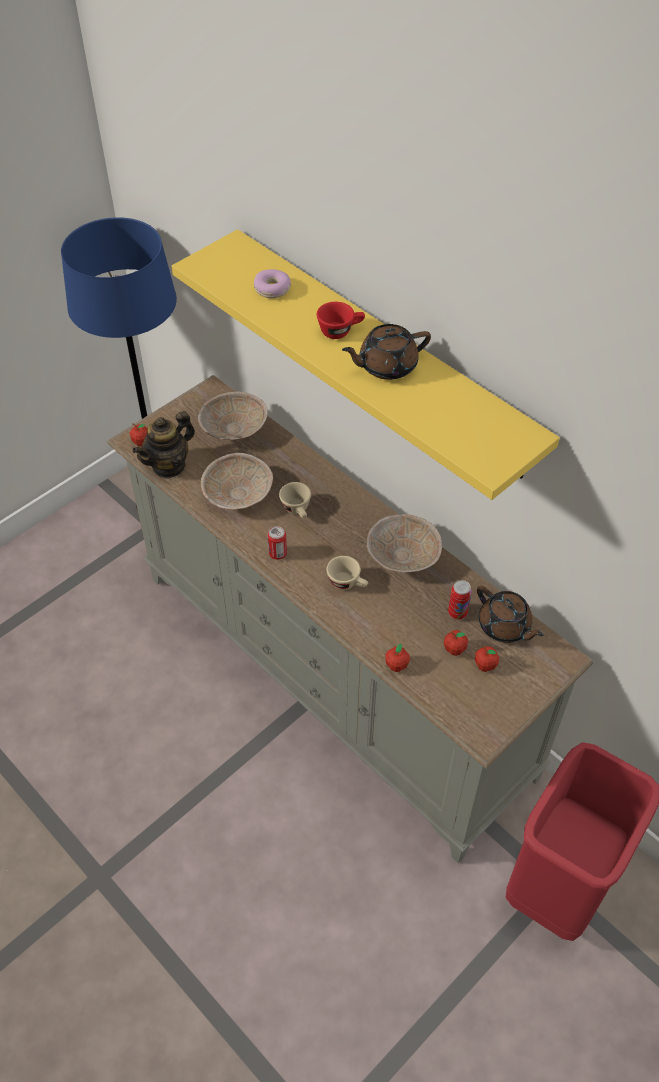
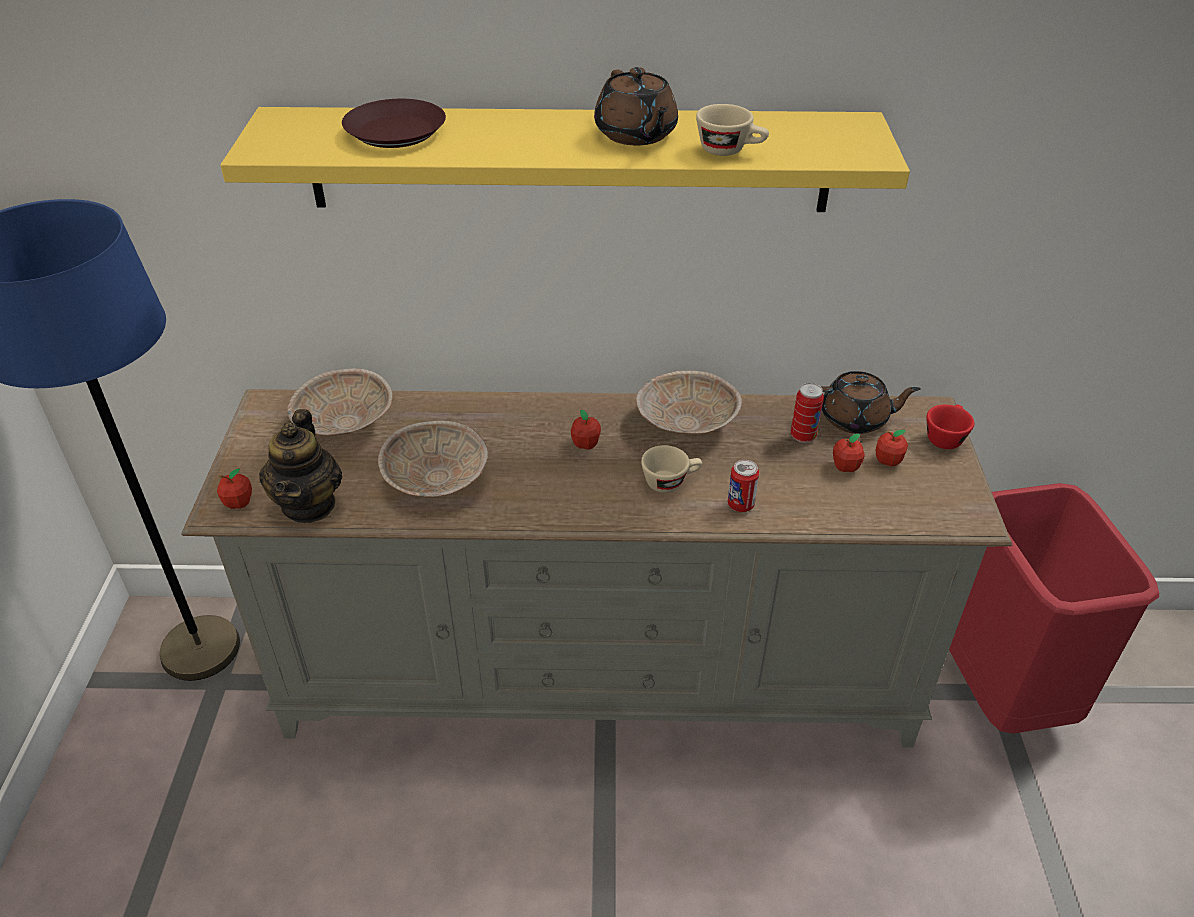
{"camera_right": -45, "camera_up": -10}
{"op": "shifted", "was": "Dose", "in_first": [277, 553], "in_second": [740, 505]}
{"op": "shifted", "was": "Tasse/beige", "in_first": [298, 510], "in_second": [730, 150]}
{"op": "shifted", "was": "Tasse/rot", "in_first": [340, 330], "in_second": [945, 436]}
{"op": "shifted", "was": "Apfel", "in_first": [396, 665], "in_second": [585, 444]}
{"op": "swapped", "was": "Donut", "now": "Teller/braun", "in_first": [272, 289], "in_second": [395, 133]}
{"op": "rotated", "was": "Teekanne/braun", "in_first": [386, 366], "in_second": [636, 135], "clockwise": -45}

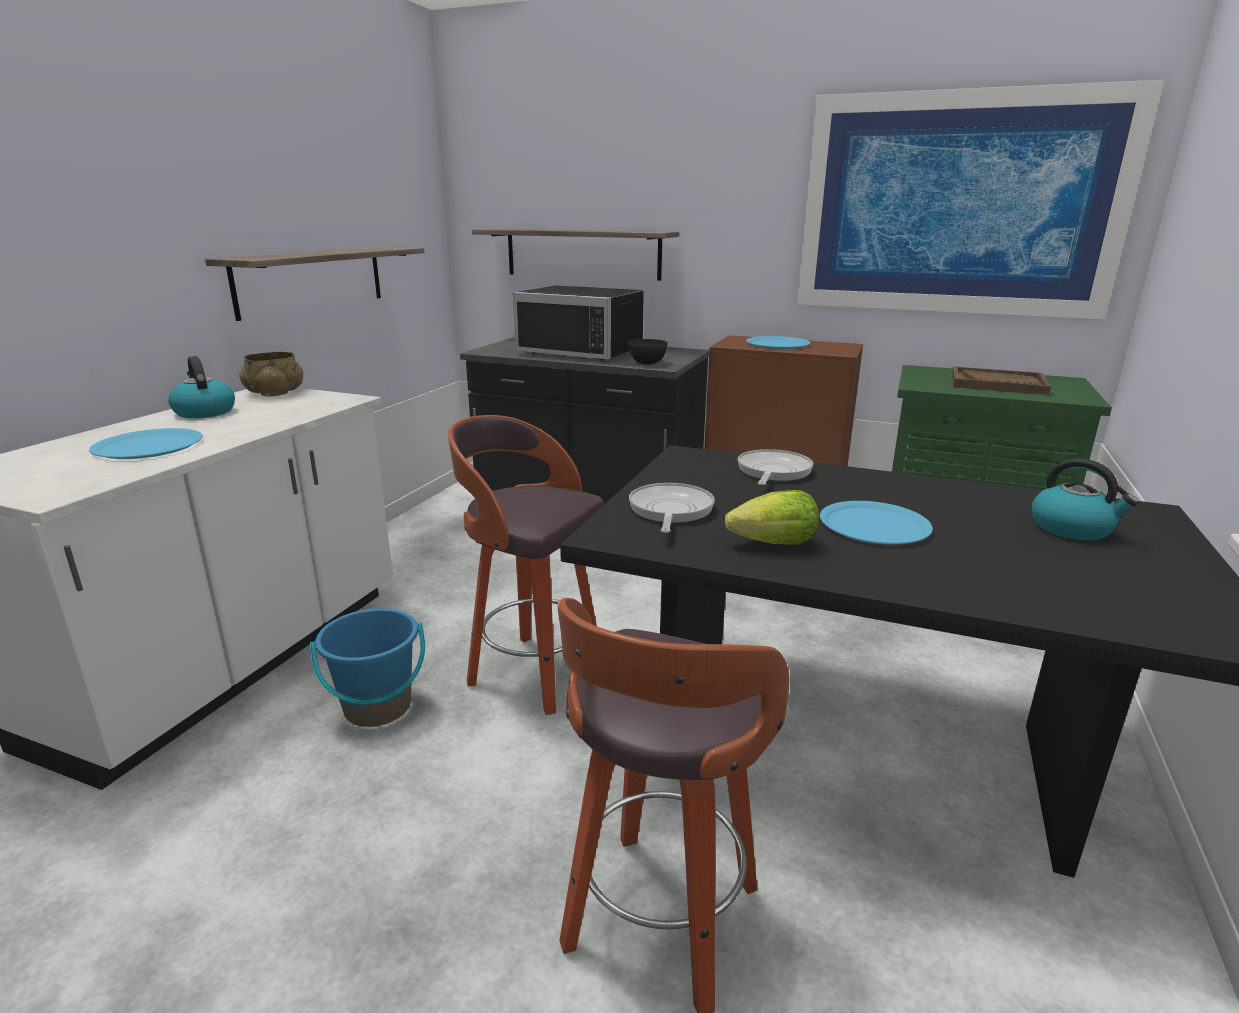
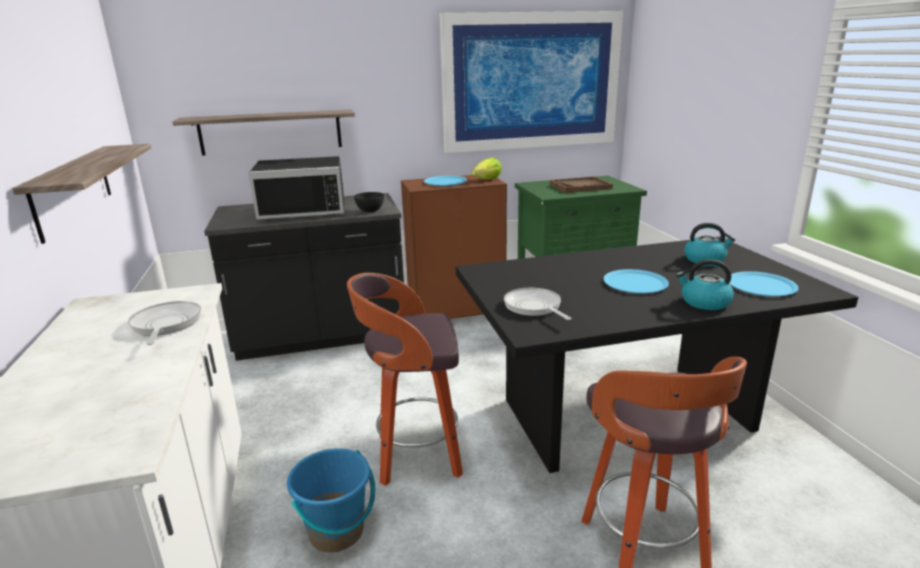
{"camera_right": -35, "camera_up": 0}
{"op": "gone", "was": "Schüssel/beige", "in_first": [275, 393]}
{"op": "shifted", "was": "Teller/blau", "in_first": [148, 446], "in_second": [761, 285]}
{"op": "shifted", "was": "Wasserkessel", "in_first": [204, 412], "in_second": [704, 302]}
{"op": "shifted", "was": "Salatkopf", "in_first": [774, 544], "in_second": [487, 180]}
{"op": "shifted", "was": "Pfanne", "in_first": [772, 472], "in_second": [165, 325]}

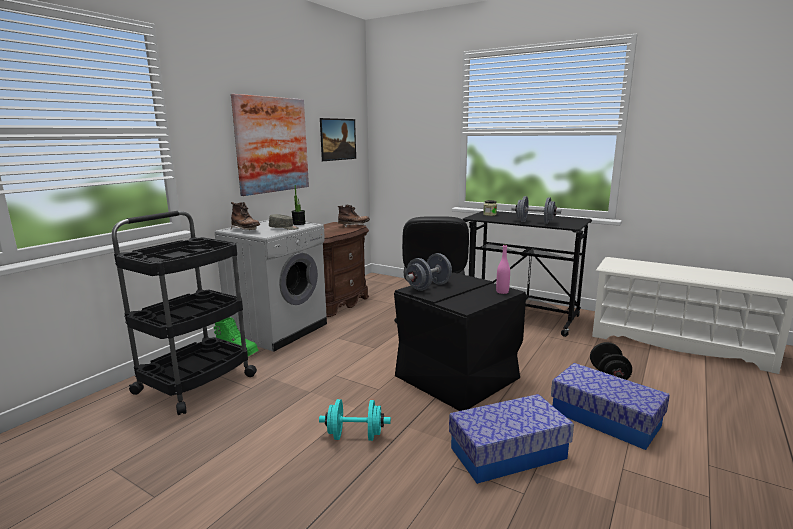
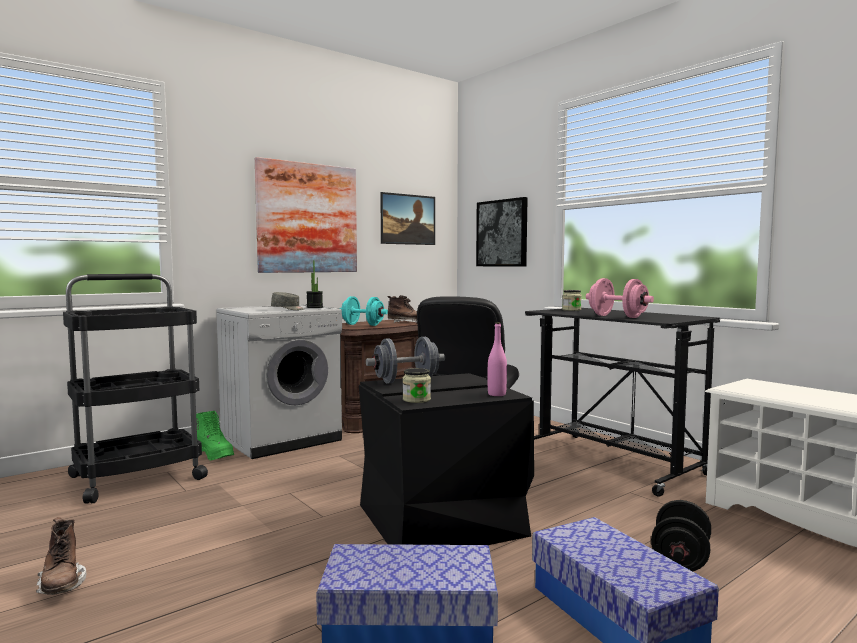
{"camera_right": 20, "camera_up": -10}
{"op": "new", "now": "Vorratsglas", "in_second": [416, 399]}
{"op": "new", "now": "Bild", "in_second": [502, 233]}
{"op": "shifted", "was": "Stiefel/braun", "in_first": [245, 230], "in_second": [61, 585]}
{"op": "shifted", "was": "Hantel/türkis", "in_first": [355, 436], "in_second": [363, 325]}
{"op": "repainted", "was": "Hantel/grau", "now": "Hantel/rosa", "in_first": [534, 222], "in_second": [617, 316]}

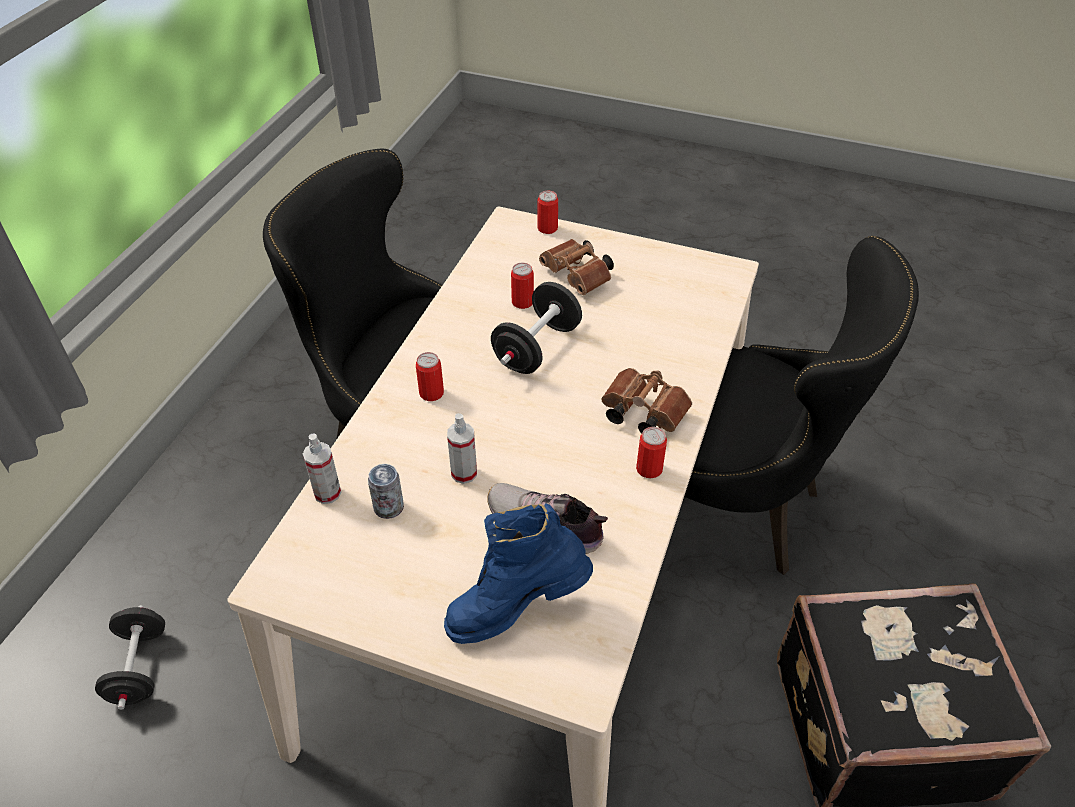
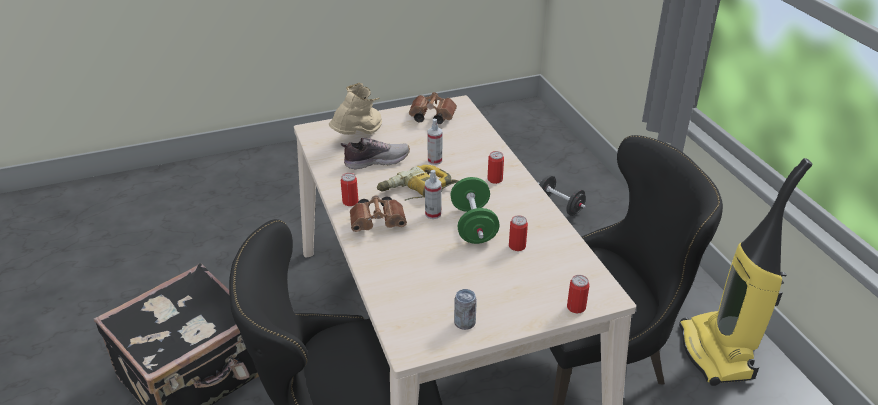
{"camera_right": 140, "camera_up": -10}
{"op": "new", "now": "Bohrmaschine", "in_second": [419, 192]}
{"op": "new", "now": "Staubsauger", "in_second": [717, 353]}
{"op": "shifted", "was": "Sprühflasche", "in_first": [327, 493], "in_second": [433, 214]}
{"op": "shifted", "was": "Dose", "in_first": [389, 507], "in_second": [464, 323]}
{"op": "shifted", "was": "Fernglas/braun", "in_first": [578, 277], "in_second": [430, 117]}
{"op": "repainted", "was": "Stiefel/blau", "now": "Stiefel/beige", "in_first": [516, 608], "in_second": [359, 136]}
{"op": "repainted", "was": "Hantel/schwarz", "now": "Hantel/grün", "in_first": [537, 348], "in_second": [473, 225]}

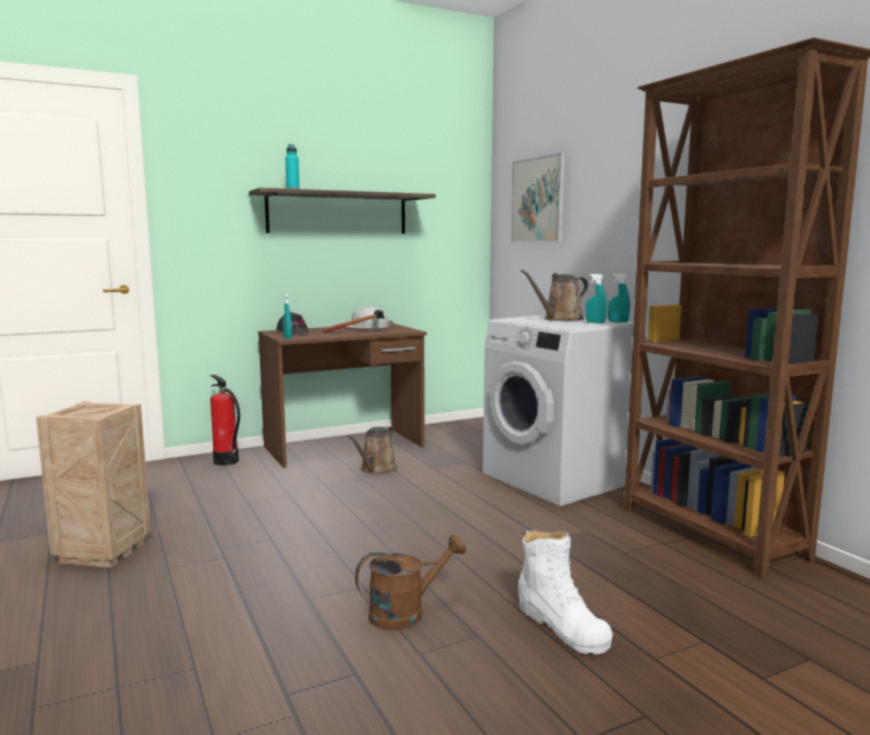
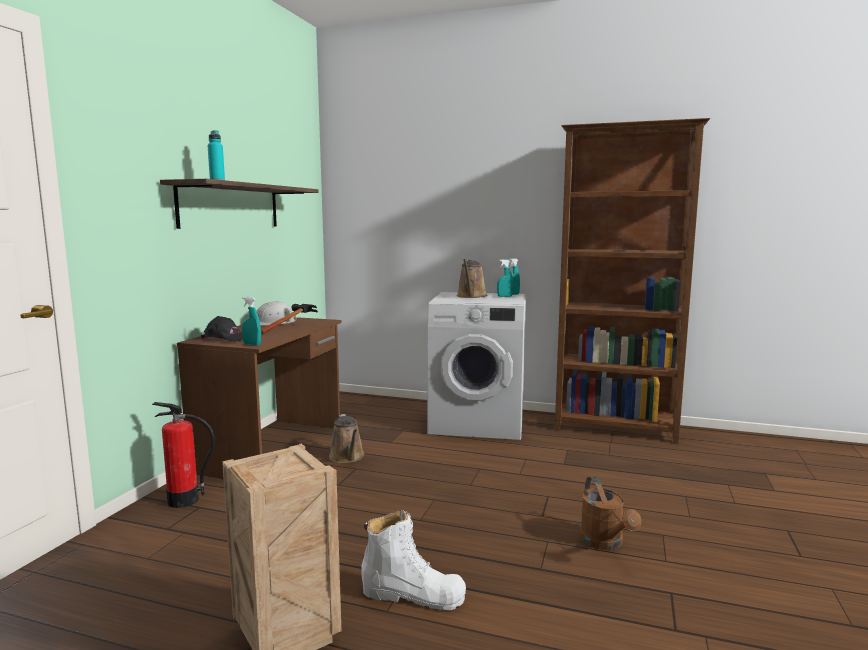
{"camera_right": -45, "camera_up": 0}
{"op": "gone", "was": "Bild", "in_first": [538, 200]}
{"op": "shifted", "was": "Stiefel/weiß", "in_first": [562, 626], "in_second": [413, 594]}
{"op": "rotated", "was": "Gießkanne/braun", "in_first": [406, 613], "in_second": [605, 543], "clockwise": 150}

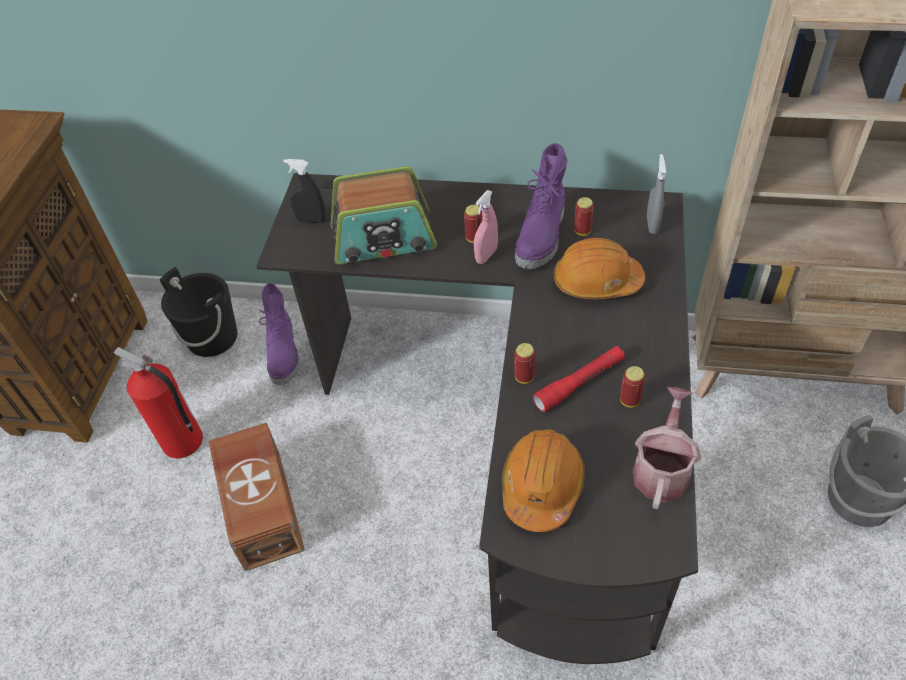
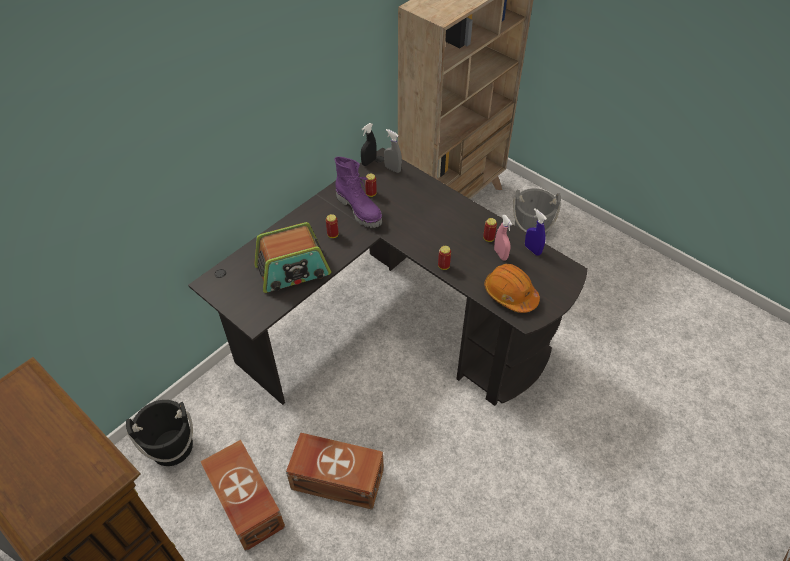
{"camera_right": -60, "camera_up": 0}
{"op": "gone", "was": "Stiefel/lila", "in_first": [284, 354]}
{"op": "gone", "was": "Taschenlampe/rot", "in_first": [579, 383]}
{"op": "gone", "was": "Schutzhelm/orange", "in_first": [596, 282]}
{"op": "shifted", "was": "Sprühflasche/schwarz", "in_first": [311, 220], "in_second": [369, 162]}
{"op": "shifted", "was": "Sprühflasche/rosa", "in_first": [486, 255], "in_second": [500, 254]}
{"op": "swapped", "was": "Feuerlöscher", "now": "Aufbewahrungsbox/braun", "in_first": [183, 442], "in_second": [245, 504]}
{"op": "swapped", "was": "Gießkanne", "now": "Sprühflasche/blau", "in_first": [662, 469], "in_second": [532, 250]}
{"op": "rotated", "was": "Radio", "in_first": [383, 239], "in_second": [293, 271], "clockwise": 45}

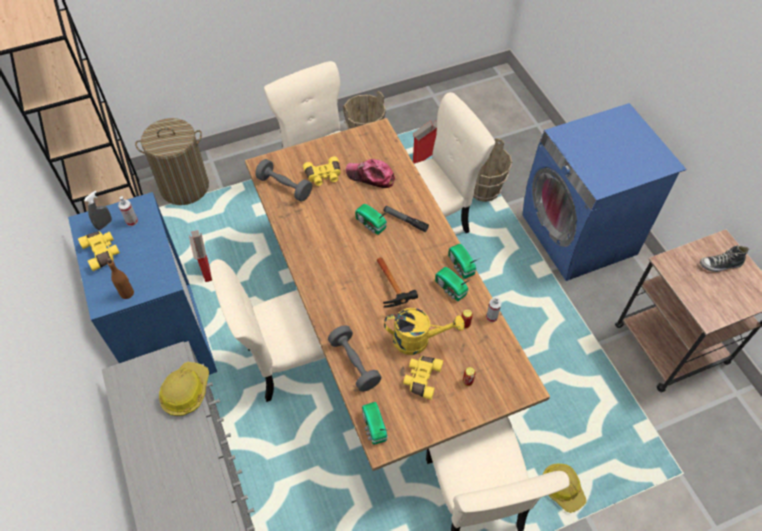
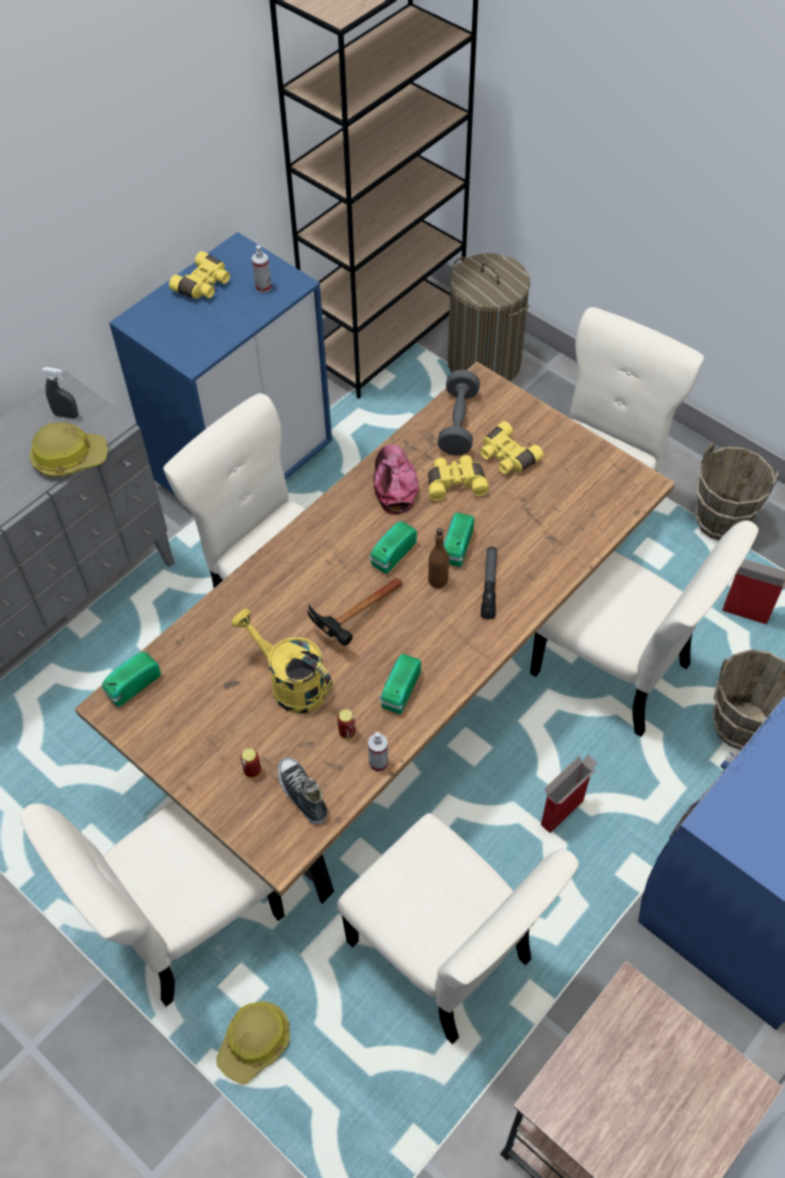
{"camera_right": 65, "camera_up": 0}
{"op": "gone", "was": "Hantel/grau", "in_first": [354, 363]}
{"op": "new", "now": "Stuhl/beige", "in_second": [444, 957]}
{"op": "shifted", "was": "Sprühflasche/grau", "in_first": [104, 224], "in_second": [66, 415]}
{"op": "shifted", "was": "Flasche/braun", "in_first": [127, 293], "in_second": [438, 580]}
{"op": "shifted", "was": "Karton", "in_first": [206, 270], "in_second": [562, 813]}
{"op": "shifted", "was": "Kappe", "in_first": [370, 176], "in_second": [394, 483]}
{"op": "shifted", "was": "Fernglas/gelb", "in_first": [421, 378], "in_second": [455, 482]}
{"op": "shifted", "was": "Radio", "in_first": [461, 266], "in_second": [391, 554]}
{"op": "shifted", "was": "Schuh", "in_first": [720, 265], "in_second": [302, 794]}
{"op": "rotated", "was": "Gießkanne/gelb", "in_first": [418, 340], "in_second": [290, 683], "clockwise": 150}

